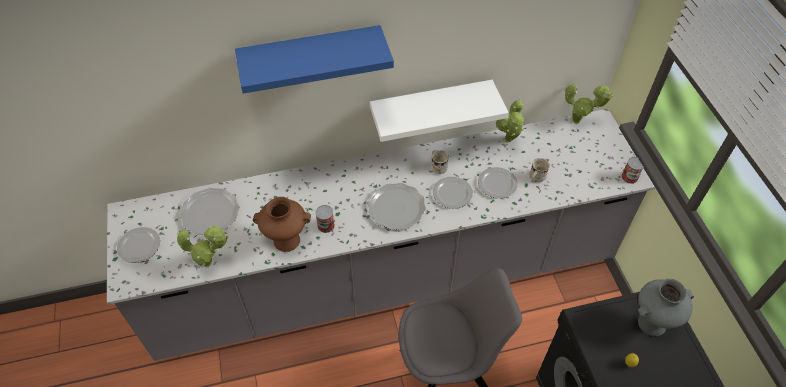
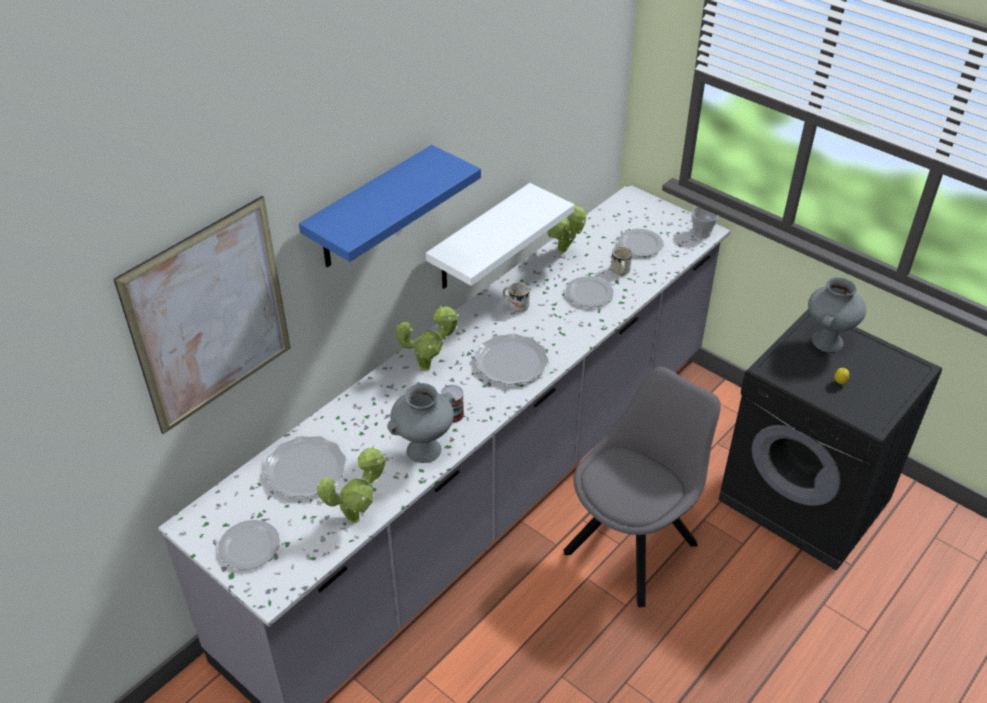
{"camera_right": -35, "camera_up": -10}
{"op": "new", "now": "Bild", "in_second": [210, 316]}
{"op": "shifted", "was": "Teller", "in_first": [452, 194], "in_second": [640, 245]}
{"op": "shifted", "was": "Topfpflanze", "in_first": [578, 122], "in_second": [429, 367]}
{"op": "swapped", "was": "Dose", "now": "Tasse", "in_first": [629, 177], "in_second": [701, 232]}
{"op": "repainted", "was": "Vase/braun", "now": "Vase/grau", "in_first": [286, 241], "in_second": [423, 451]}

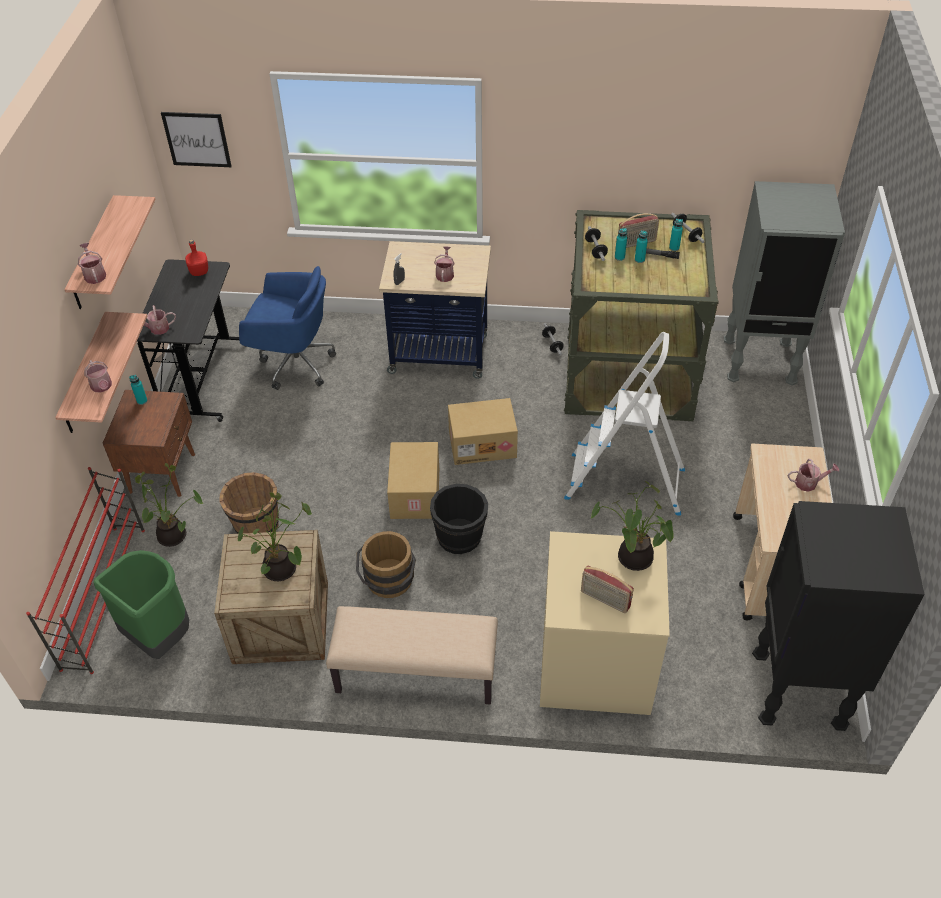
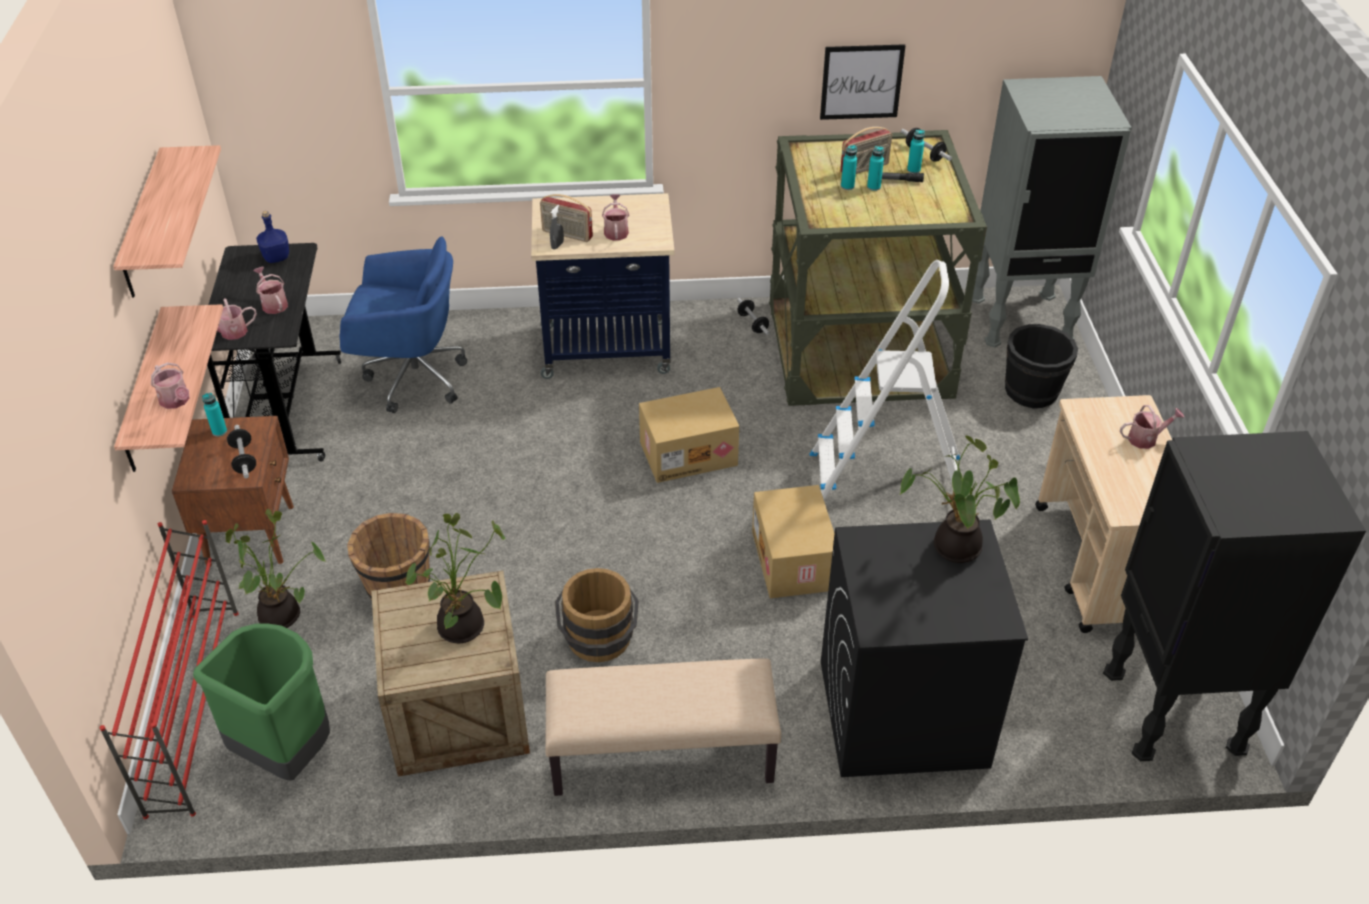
{"camera_right": -10, "camera_up": -5}
{"op": "shifted", "was": "Gießkanne", "in_first": [94, 274], "in_second": [273, 304]}
{"op": "shifted", "was": "Bild", "in_first": [197, 139], "in_second": [861, 82]}
{"op": "shifted", "was": "Karton", "in_first": [416, 493], "in_second": [794, 561]}
{"op": "shifted", "was": "Eimer/schwarz", "in_first": [460, 536], "in_second": [1032, 391]}
{"op": "shifted", "was": "Radio", "in_first": [604, 600], "in_second": [567, 234]}
{"op": "shifted", "was": "Hantel", "in_first": [595, 249], "in_second": [244, 459]}
{"op": "repainted", "was": "Flasche/rot", "now": "Flasche/blau", "in_first": [199, 271], "in_second": [276, 257]}
{"op": "repainted", "was": "Waschmaschine/beige", "now": "Waschmaschine/schwarz", "in_first": [594, 665], "in_second": [901, 714]}

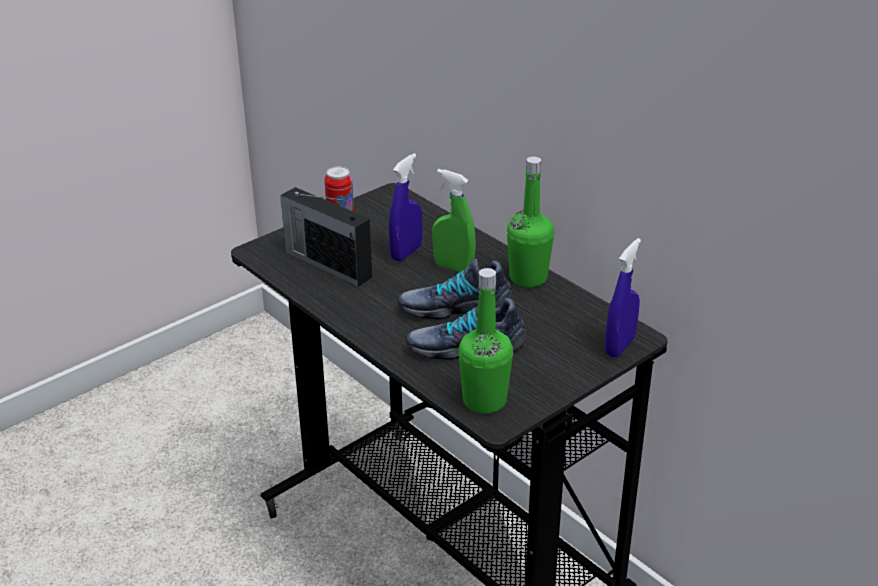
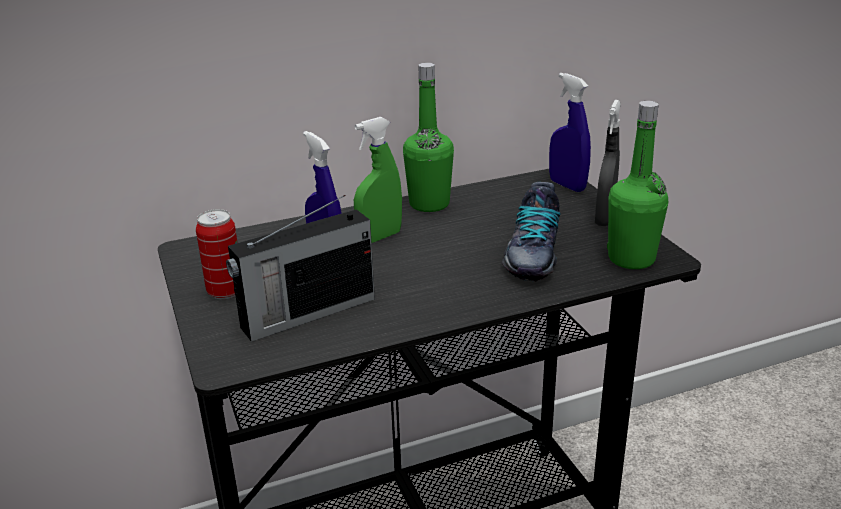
{"camera_right": -70, "camera_up": -5}
{"op": "gone", "was": "Schuh", "in_first": [455, 307]}
{"op": "new", "now": "Sprühflasche/grau", "in_second": [604, 218]}

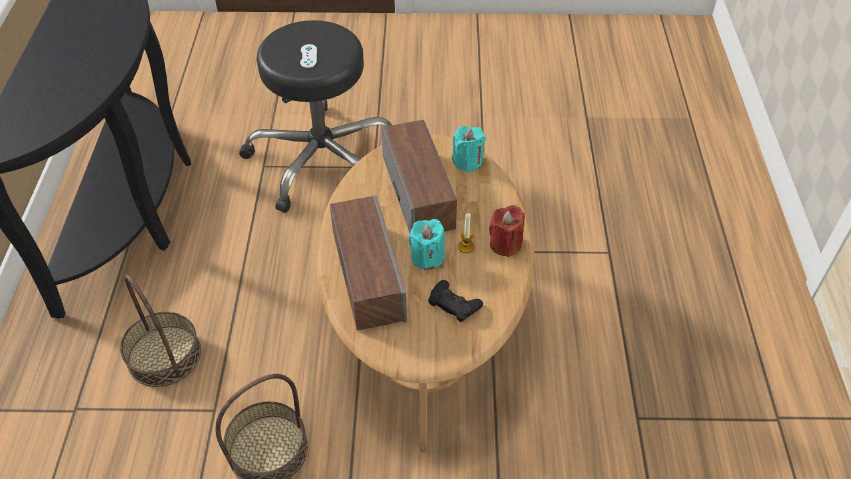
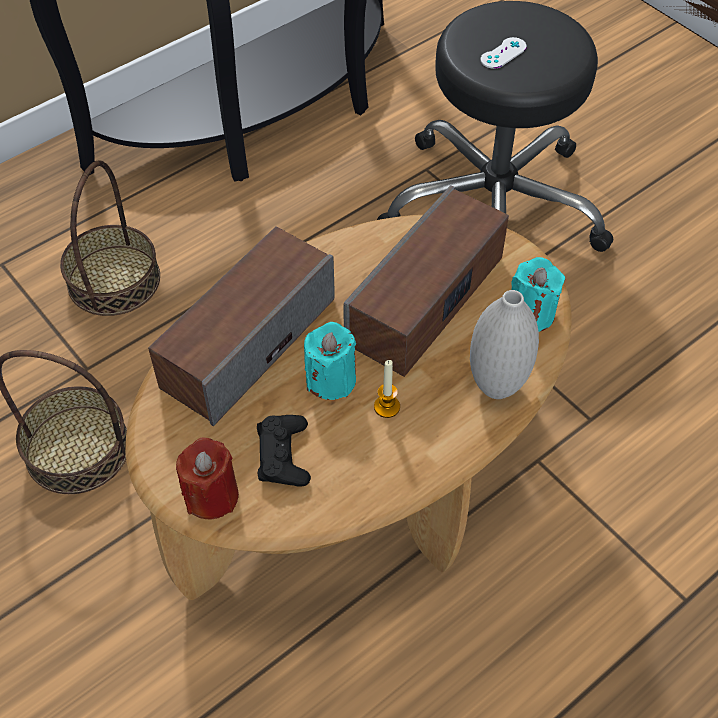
{"camera_right": 50, "camera_up": 5}
{"op": "new", "now": "Vase/weiß", "in_second": [496, 387]}
{"op": "shifted", "was": "Kerze/rot", "in_first": [505, 244], "in_second": [211, 496]}

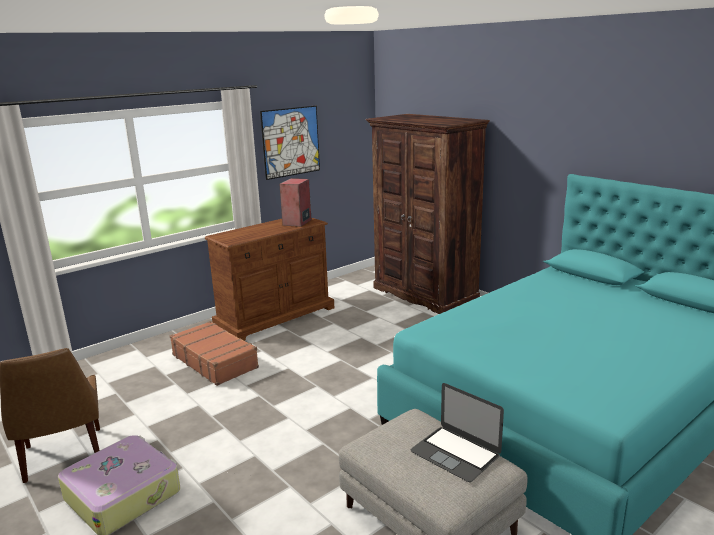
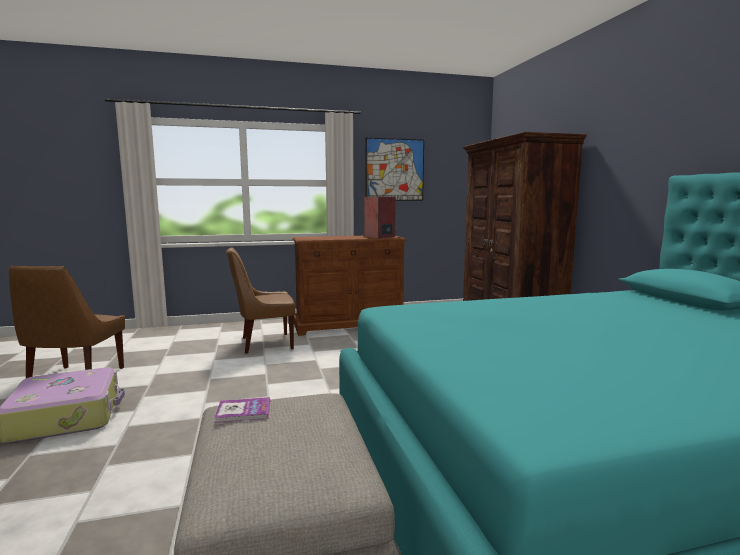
{"camera_right": 25, "camera_up": -10}
{"op": "gone", "was": "Laptop", "in_first": [455, 453]}
{"op": "new", "now": "Buch", "in_second": [243, 411]}
{"op": "swapped", "was": "Koffer/braun", "now": "Stuhl/braun", "in_first": [215, 361], "in_second": [264, 343]}

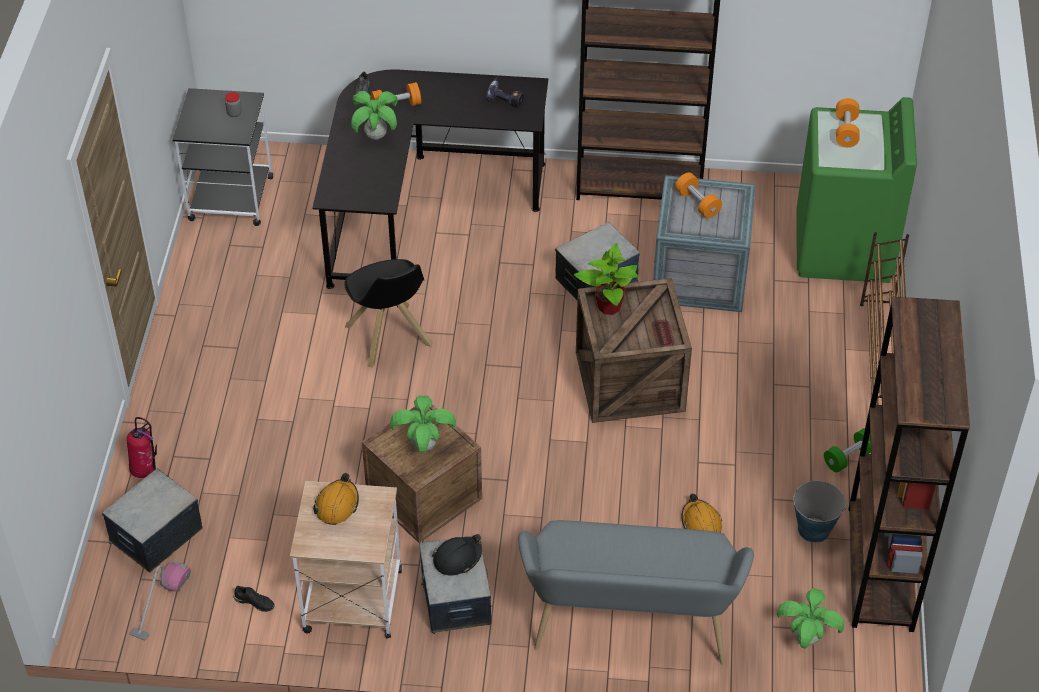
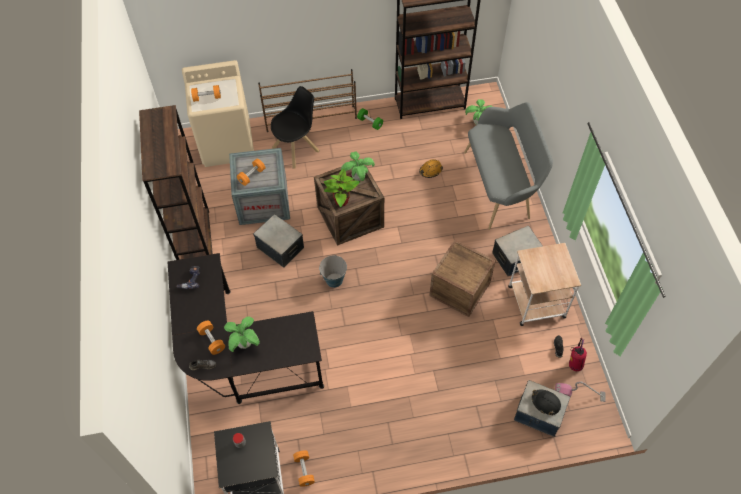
{"camera_right": -105, "camera_up": 10}
{"op": "gone", "was": "Schutzhelm/orange", "in_first": [337, 505]}
{"op": "new", "now": "Hantel/orange", "in_second": [304, 470]}
{"op": "shifted", "was": "Feuerlöscher", "in_first": [146, 471], "in_second": [574, 364]}
{"op": "shifted", "was": "Stuhl/schwarz", "in_first": [389, 337], "in_second": [296, 148]}
{"op": "shifted", "was": "Topfpflanze", "in_first": [424, 446], "in_second": [358, 177]}
{"op": "shifted", "was": "Schutzhelm/schwarz", "in_first": [457, 558], "in_second": [545, 403]}
{"op": "shifted", "was": "Eimer", "in_first": [813, 529], "in_second": [334, 280]}
{"op": "repainted", "was": "Waschmaschine/grün", "now": "Waschmaschine/beige", "in_first": [844, 248], "in_second": [227, 144]}

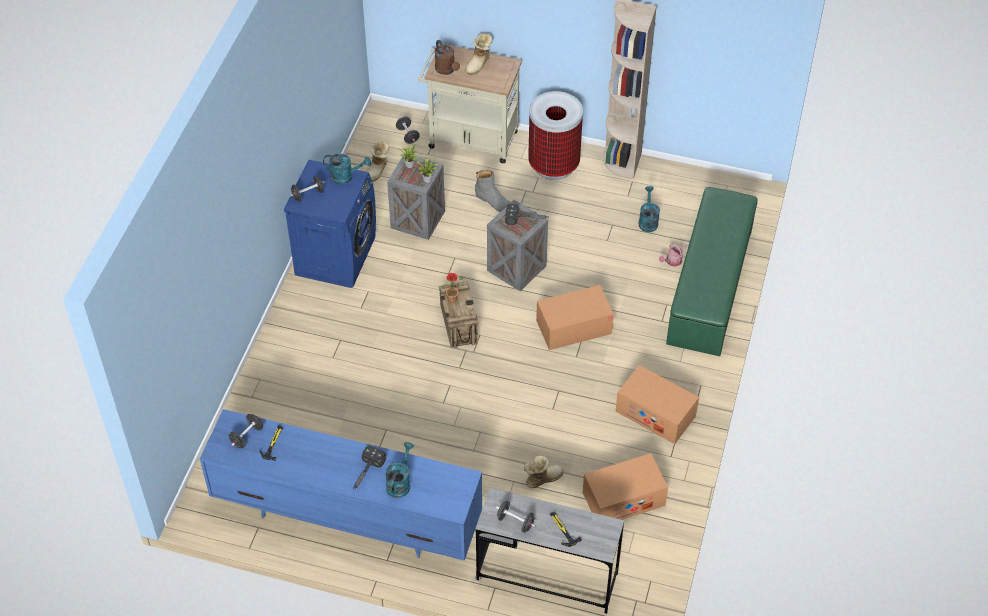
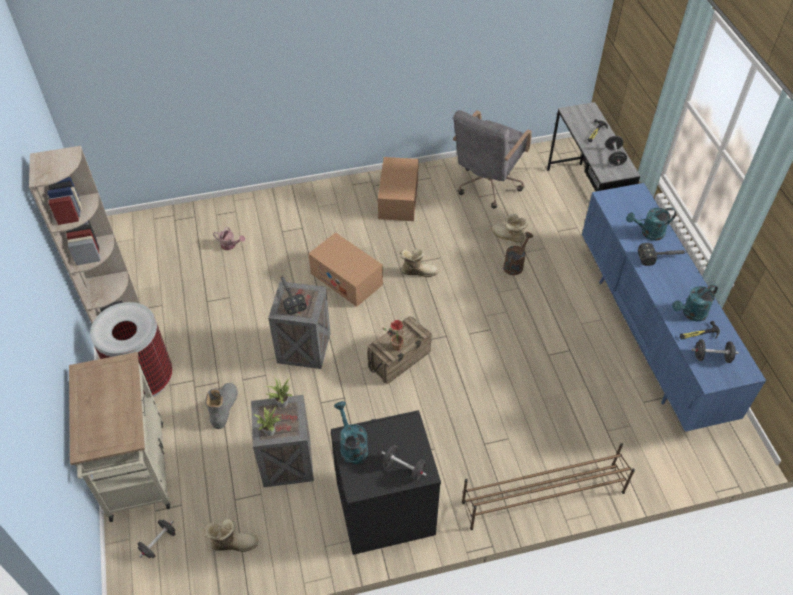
{"camera_right": -120, "camera_up": 0}
{"op": "gone", "was": "Bank/grün", "in_first": [710, 286]}
{"op": "new", "now": "Schuhregal/braun", "in_second": [542, 497]}
{"op": "shifted", "was": "Gießkanne/braun", "in_first": [447, 70], "in_second": [515, 264]}
{"op": "shifted", "was": "Stiefel", "in_first": [479, 64], "in_second": [418, 271]}
{"op": "shifted", "was": "Gießkanne/türkis", "in_first": [648, 221], "in_second": [691, 314]}
{"op": "swapped", "was": "Karton", "now": "Bürostuhl/grau", "in_first": [623, 499], "in_second": [487, 188]}
{"op": "repainted", "was": "Waschmaschine/blau", "now": "Waschmaschine/schwarz", "in_first": [336, 257], "in_second": [385, 510]}

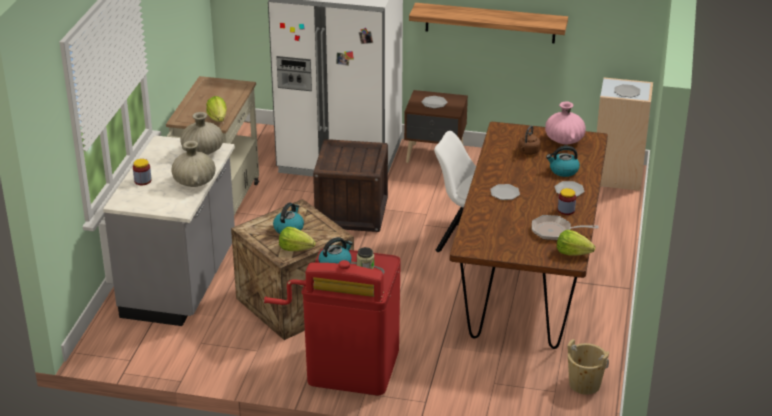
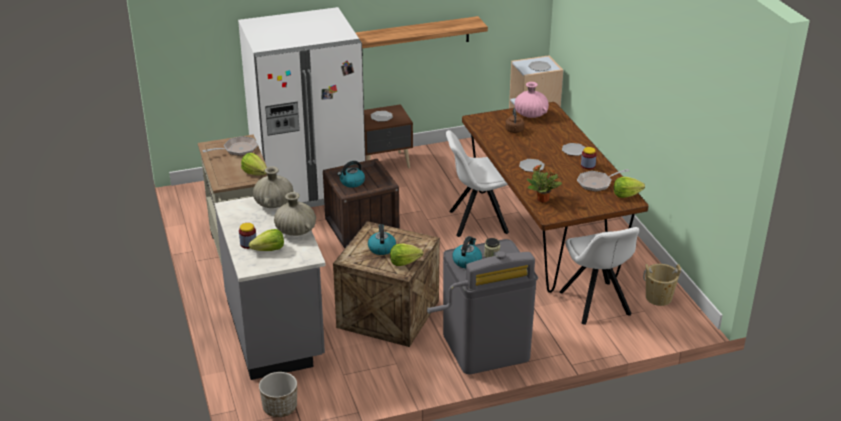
{"camera_right": -30, "camera_up": 0}
{"op": "new", "now": "Pfanne", "in_second": [237, 150]}
{"op": "new", "now": "Salatkopf", "in_second": [269, 250]}
{"op": "new", "now": "Pflanzkübel", "in_second": [280, 408]}
{"op": "new", "now": "Topfpflanze", "in_second": [543, 200]}
{"op": "new", "now": "Stuhl/weiß", "in_second": [595, 303]}
{"op": "shifted", "was": "Wasserkessel", "in_first": [563, 171], "in_second": [352, 182]}
{"op": "repainted", "was": "Waschmaschine/rot", "now": "Waschmaschine/grau", "in_first": [351, 369], "in_second": [484, 350]}

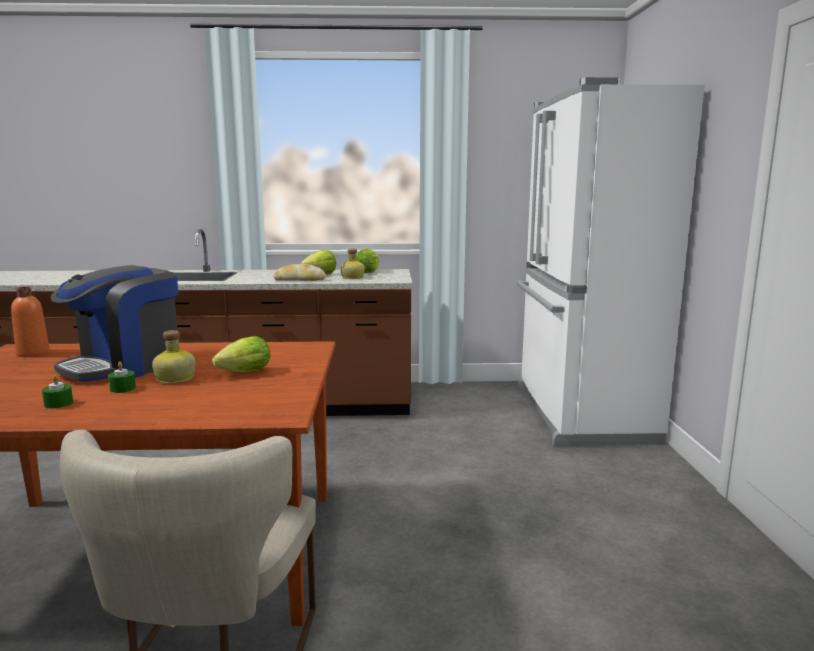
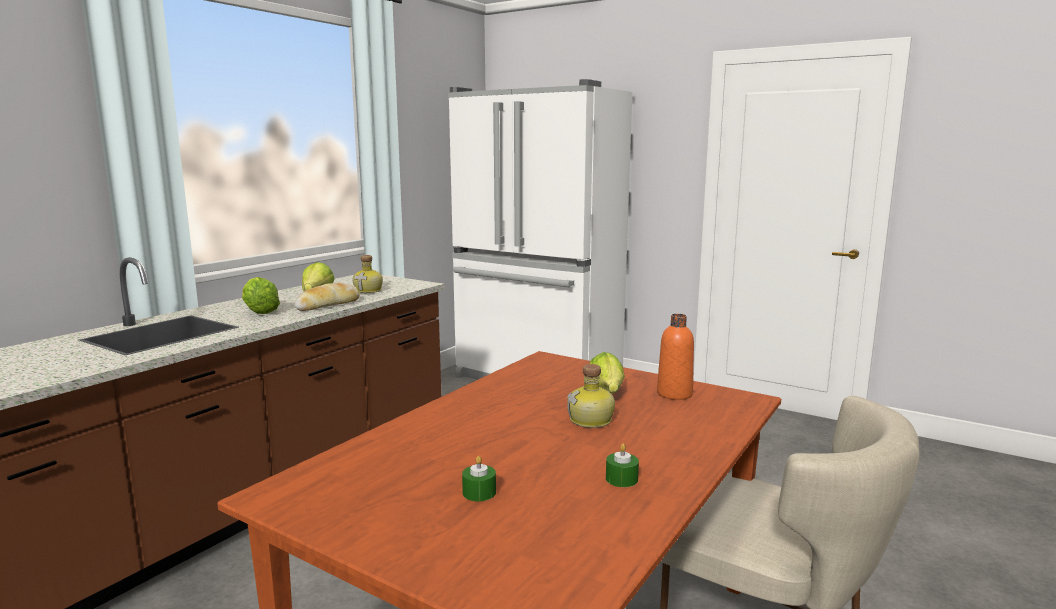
{"camera_right": -55, "camera_up": 0}
{"op": "gone", "was": "Kaffeemaschine", "in_first": [125, 366]}
{"op": "shifted", "was": "Flasche/orange", "in_first": [33, 353], "in_second": [674, 394]}
{"op": "shifted", "was": "Kerze/grün", "in_first": [123, 388], "in_second": [479, 492]}
{"op": "shifted", "was": "Salatkopf", "in_first": [368, 272], "in_second": [259, 311]}

